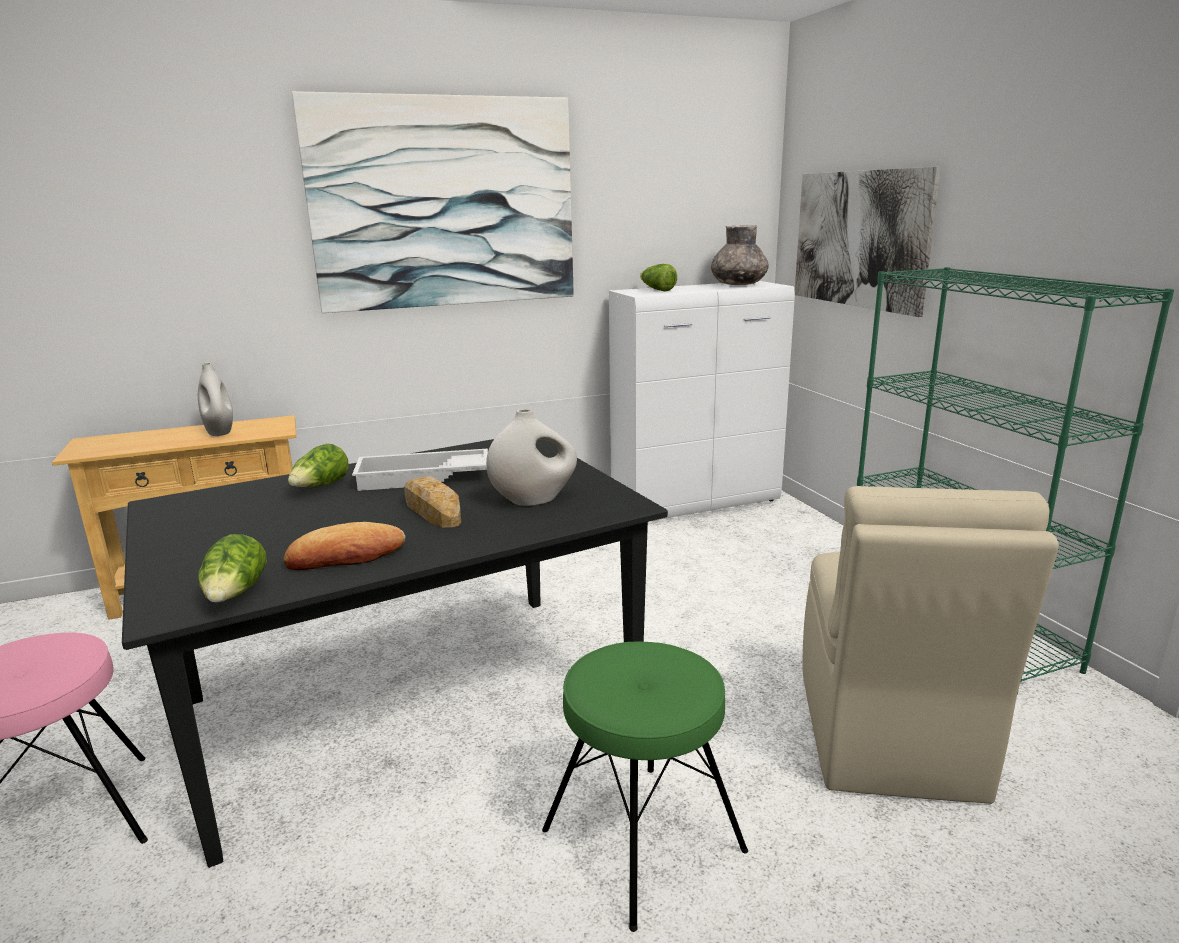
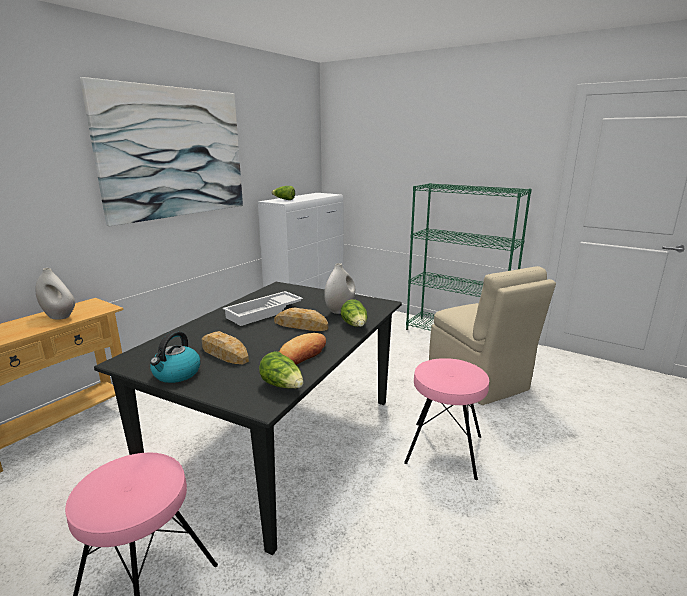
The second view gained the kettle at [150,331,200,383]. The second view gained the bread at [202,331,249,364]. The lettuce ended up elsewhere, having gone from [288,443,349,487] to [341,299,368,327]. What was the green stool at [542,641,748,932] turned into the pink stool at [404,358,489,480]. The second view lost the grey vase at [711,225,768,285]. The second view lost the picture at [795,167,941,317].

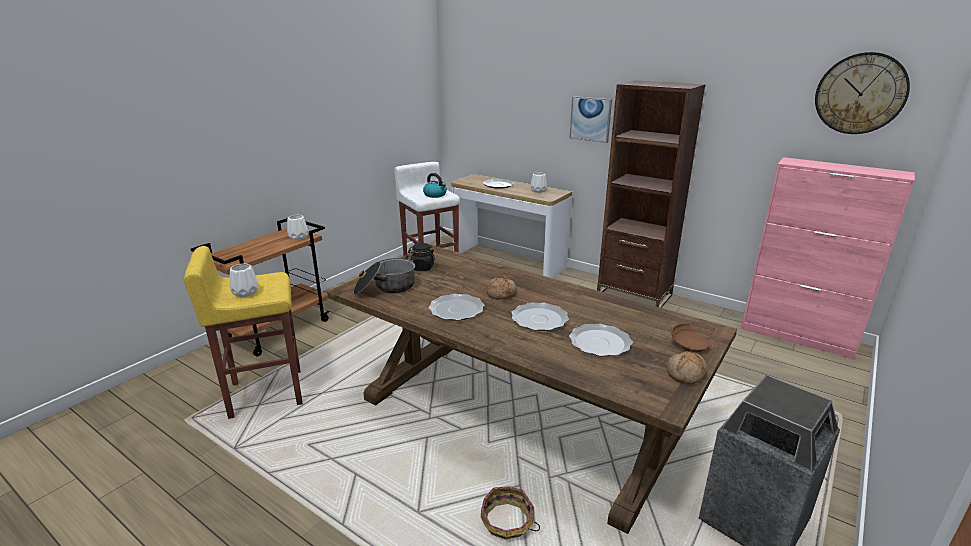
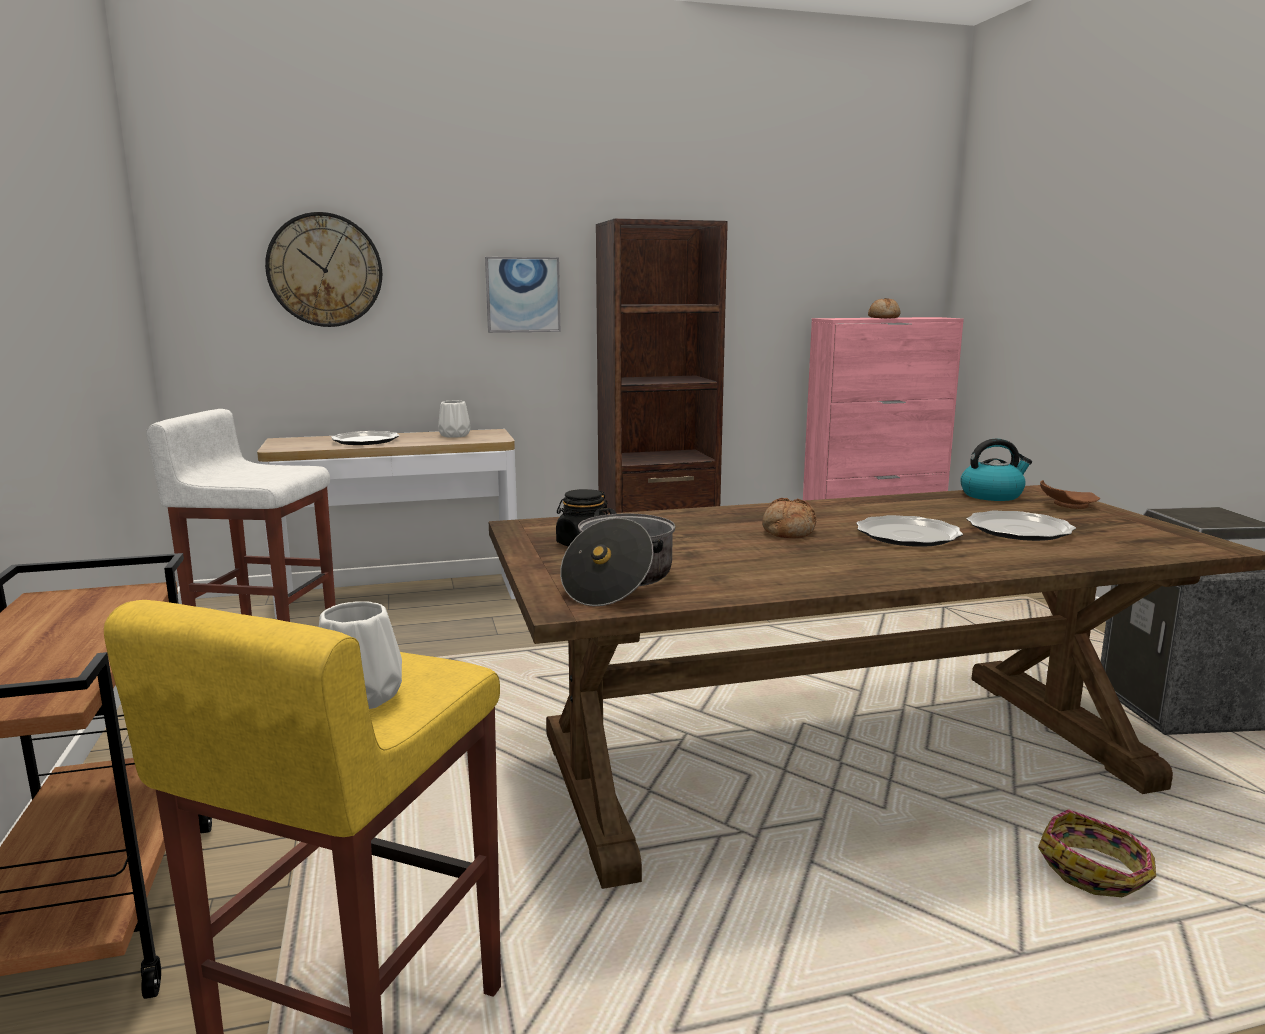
The wall clock ended up elsewhere, having gone from [815,52,910,134] to [265,212,382,327]. The bread ended up elsewhere, having gone from [667,351,708,384] to [868,298,901,318]. The kettle ended up elsewhere, having gone from [423,173,447,198] to [960,439,1032,501]. The second view lost the white vase at [287,215,309,240]. The second view lost the plate at [428,294,484,320].

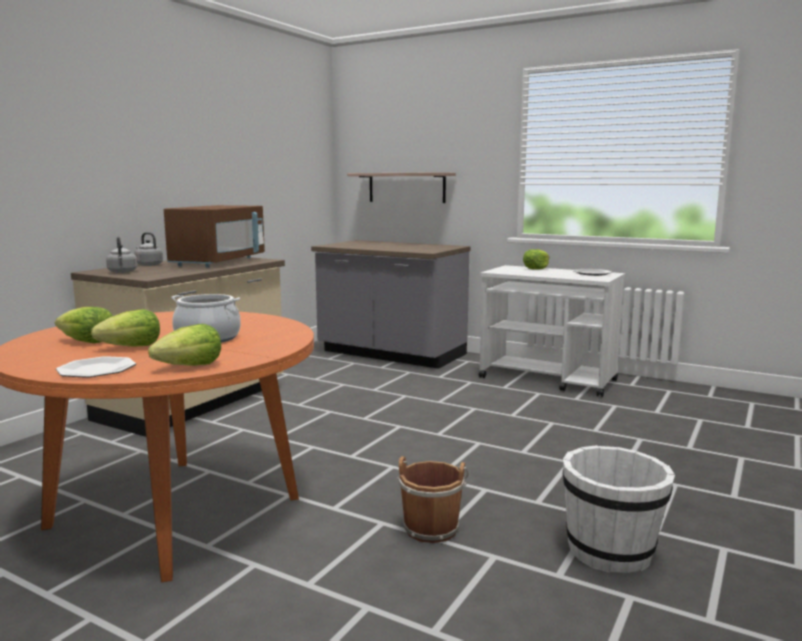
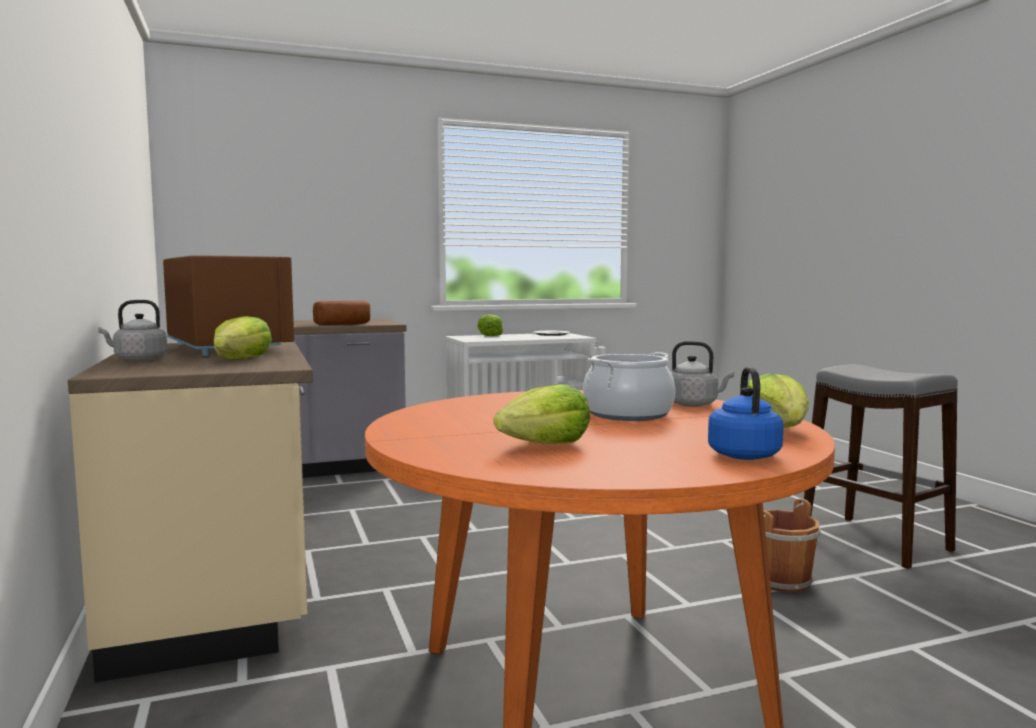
The lettuce ended up elsewhere, having gone from [91,309,160,347] to [214,316,272,359]. The second view gained the bread at [313,301,370,325]. The grey kettle ended up elsewhere, having gone from [106,236,137,273] to [671,341,734,407]. Where the plate stood at [56,356,136,378], the blue kettle came to stand at [708,367,784,460]. Where the white bucket stood at [563,445,675,573], the grey stool came to stand at [804,364,958,569]. The second view lost the shelf at [347,172,456,203].

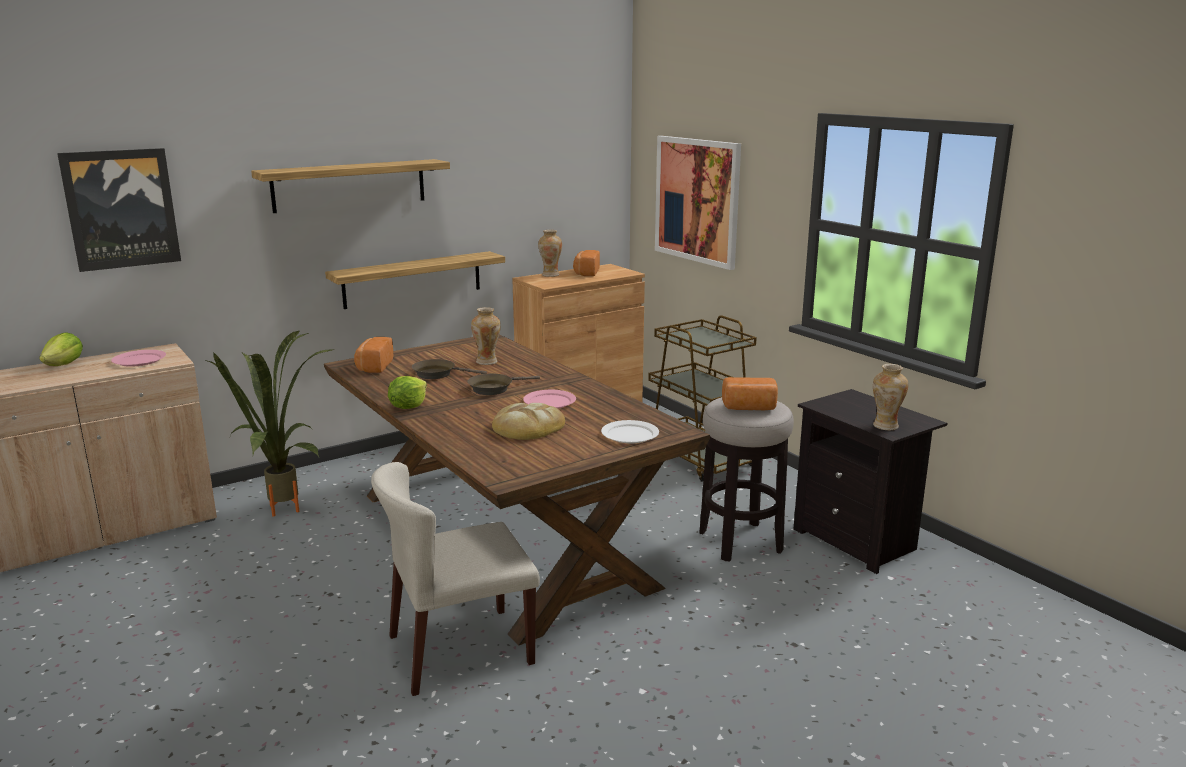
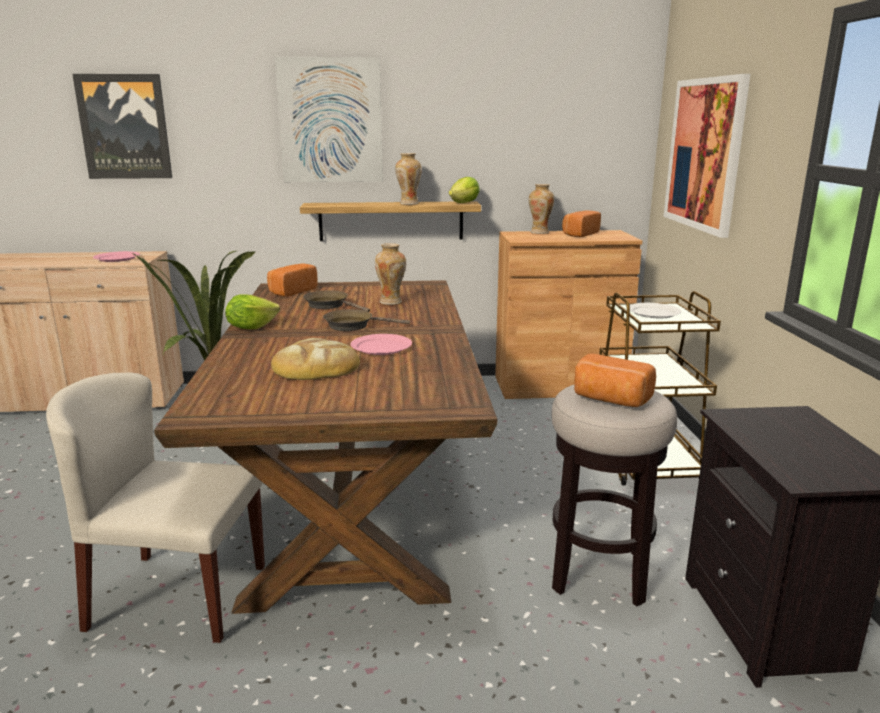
Where the shelf hung at [251,159,450,213], the picture came to hang at [275,57,383,182]. The vase ended up elsewhere, having gone from [873,364,908,430] to [395,153,422,205]. The lettuce ended up elsewhere, having gone from [39,332,83,366] to [449,177,480,203]. The white plate ended up elsewhere, having gone from [601,420,659,443] to [630,303,681,318].

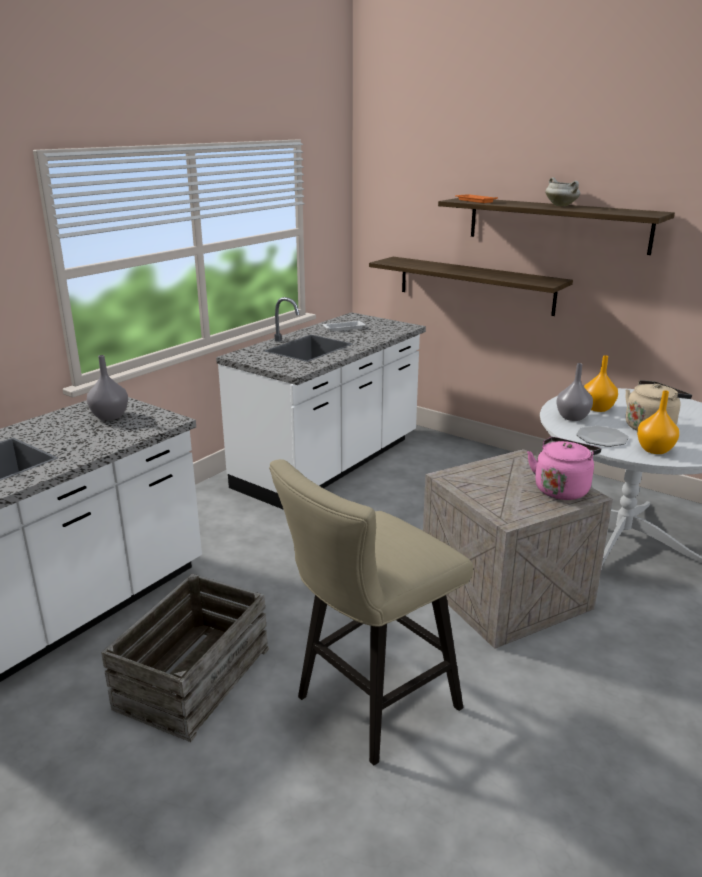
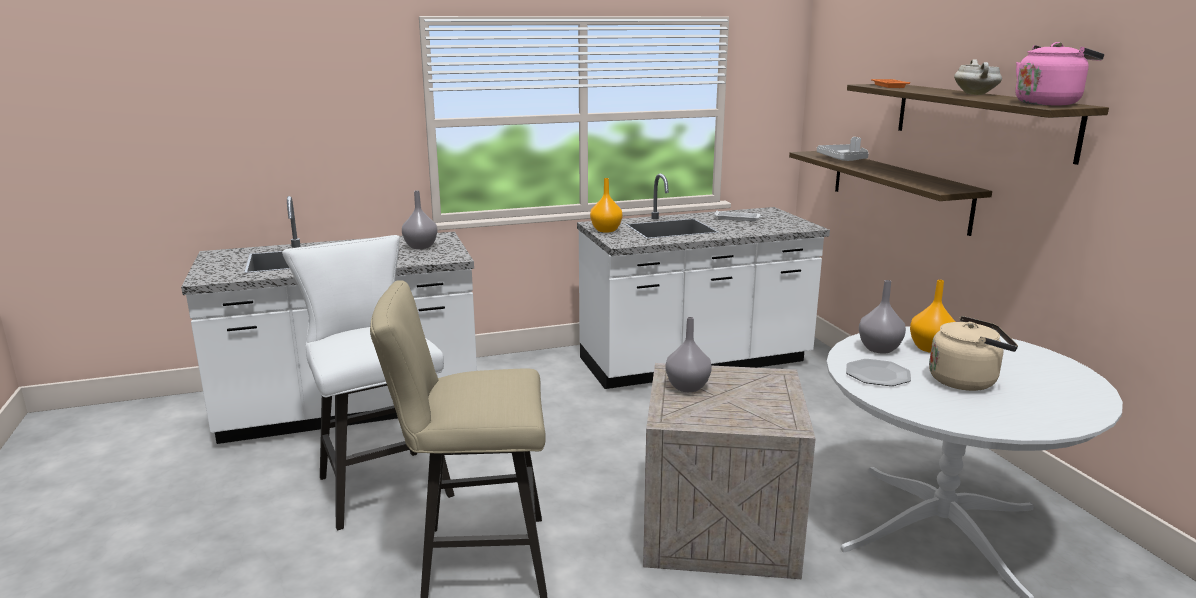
Where the crate stood at [101,574,269,742], the white stool came to stand at [282,235,454,530]. The orange vase ended up elsewhere, having gone from [637,390,679,454] to [590,178,623,233]. The second view gained the grey vase at [665,317,712,392]. The second view gained the grey tray at [817,137,869,161]. The pink kettle ended up elsewhere, having gone from [527,437,601,500] to [1016,42,1104,106].

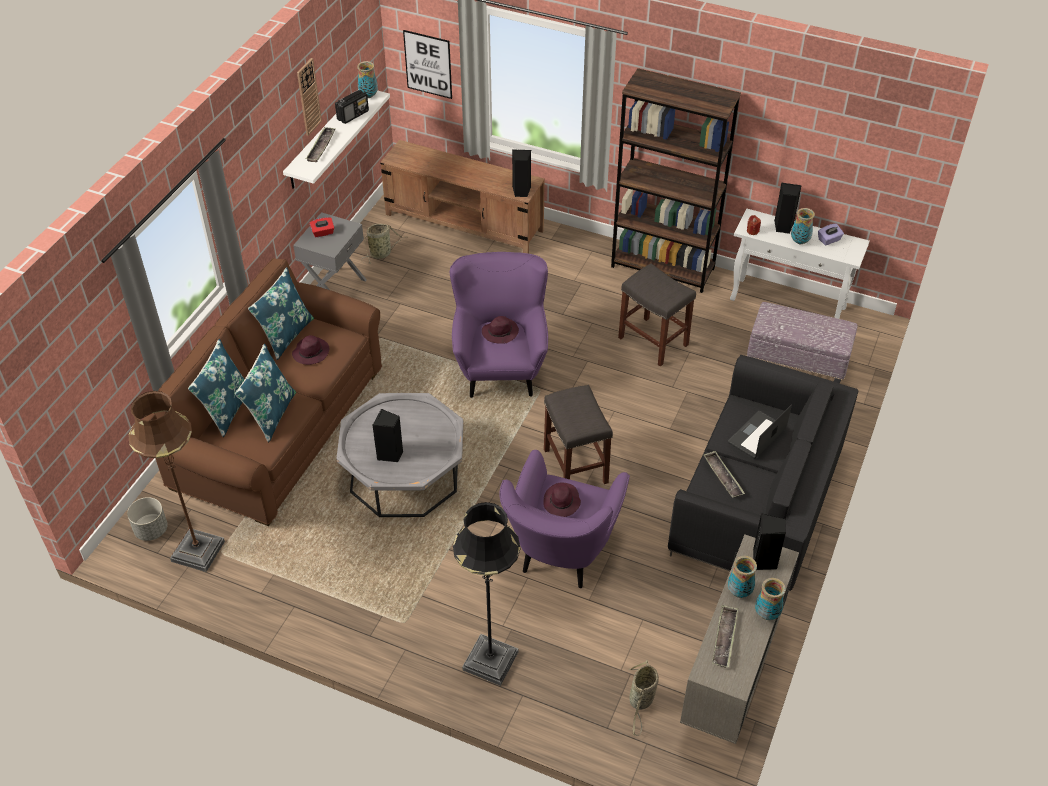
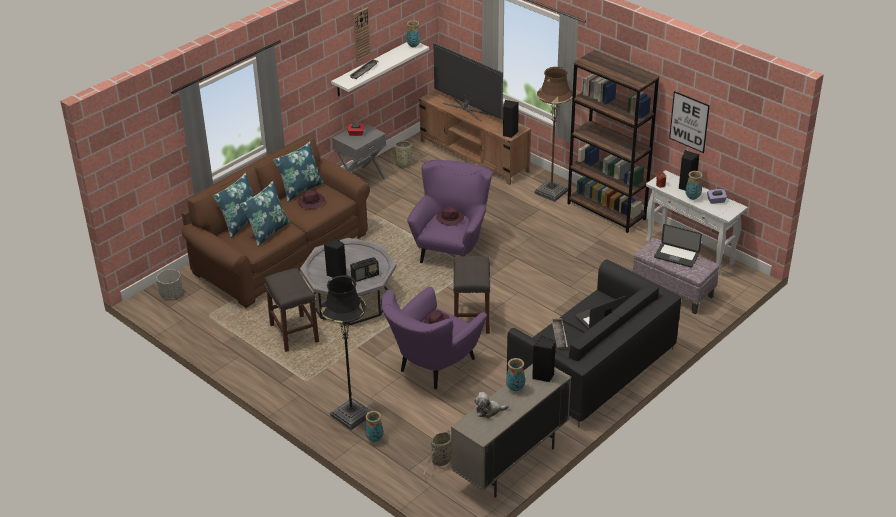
The grey stool ended up elsewhere, having gone from [618,263,696,367] to [264,268,319,352]. The radio ended up elsewhere, having gone from [335,90,369,124] to [350,257,379,282]. The vase ended up elsewhere, having gone from [755,578,786,620] to [365,411,383,442]. The second view gained the television at [433,43,503,121]. Where the tray stood at [712,605,738,668], the plush toy came to stand at [474,392,509,418]. The brown floor lamp ended up elsewhere, having gone from [128,391,225,572] to [534,67,573,202]. The second view gained the laptop at [654,224,702,267]. The picture ended up elsewhere, having gone from [403,30,452,99] to [669,91,710,153].

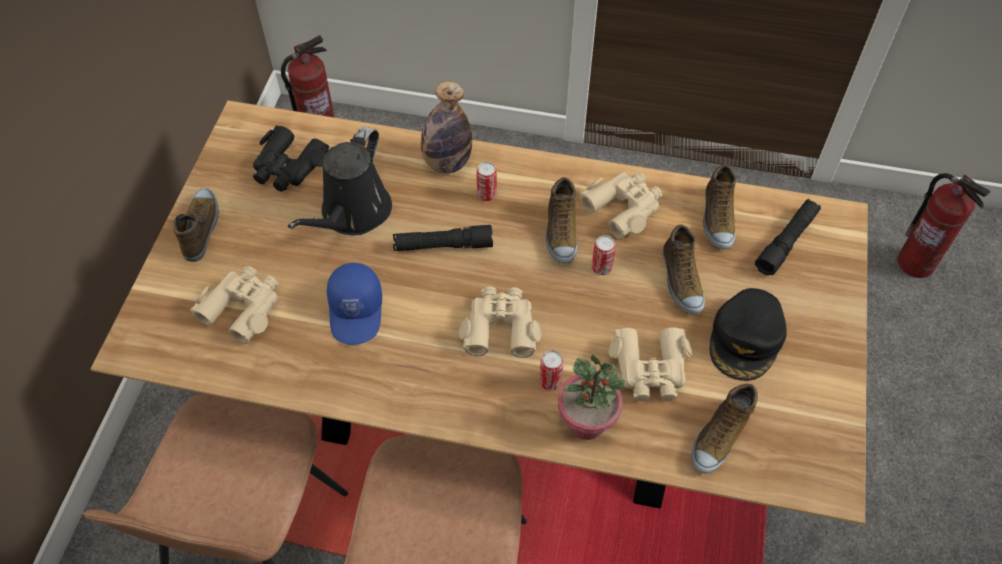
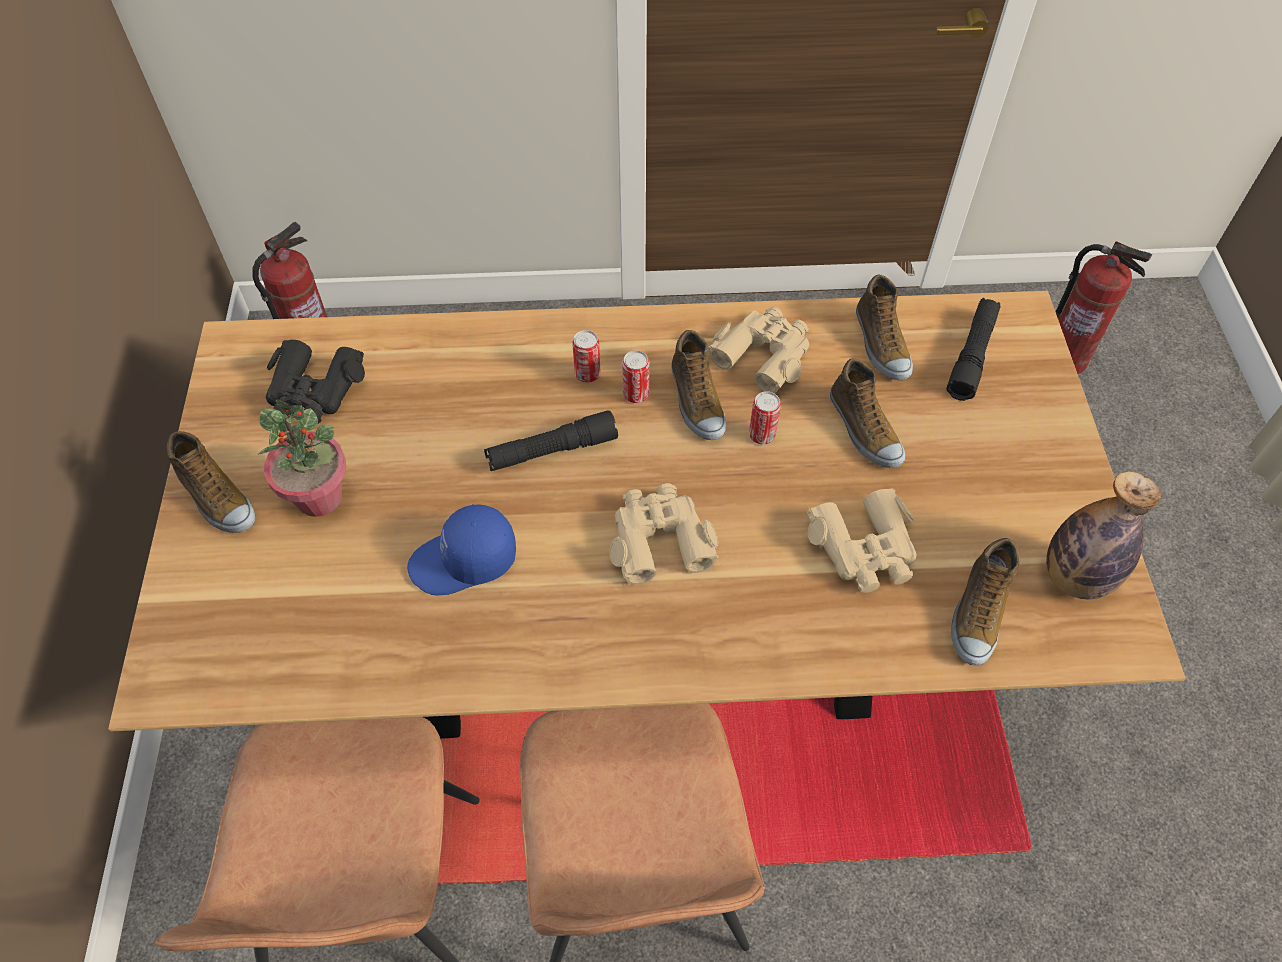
The shoe at [173,188,219,262] ended up facing another way, 150 degrees clockwise from before. The potted plant ended up elsewhere, having gone from [558,355,625,440] to [258,399,346,517]. The blue cap at [327,263,382,345] ended up facing another way, 90 degrees clockwise from before. The can ended up elsewhere, having gone from [539,350,564,391] to [622,350,649,403]. The bottle ended up elsewhere, having gone from [421,81,472,174] to [1046,471,1161,600]. The second view lost the beige binoculars at [190,266,278,344]. The second view lost the black watering can at [288,126,392,235]. The second view lost the black cap at [710,288,787,381].

